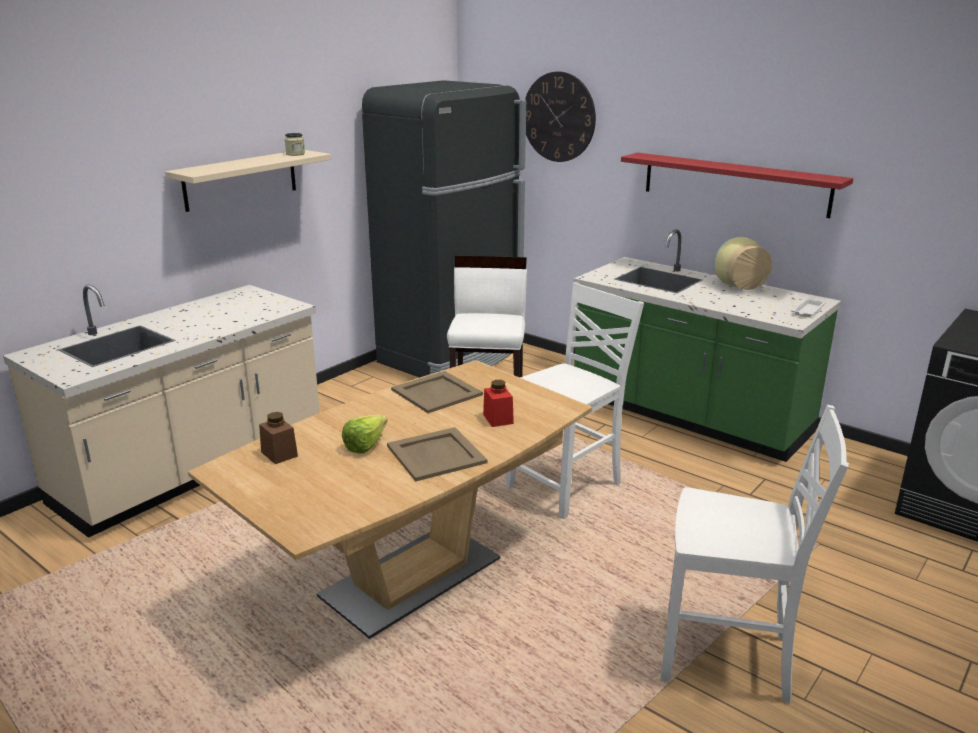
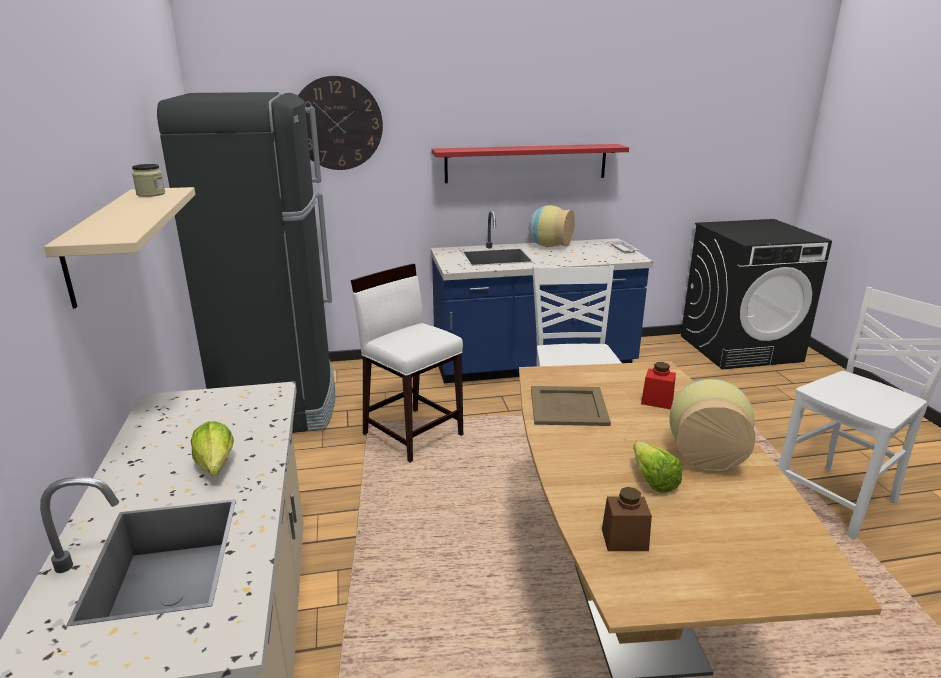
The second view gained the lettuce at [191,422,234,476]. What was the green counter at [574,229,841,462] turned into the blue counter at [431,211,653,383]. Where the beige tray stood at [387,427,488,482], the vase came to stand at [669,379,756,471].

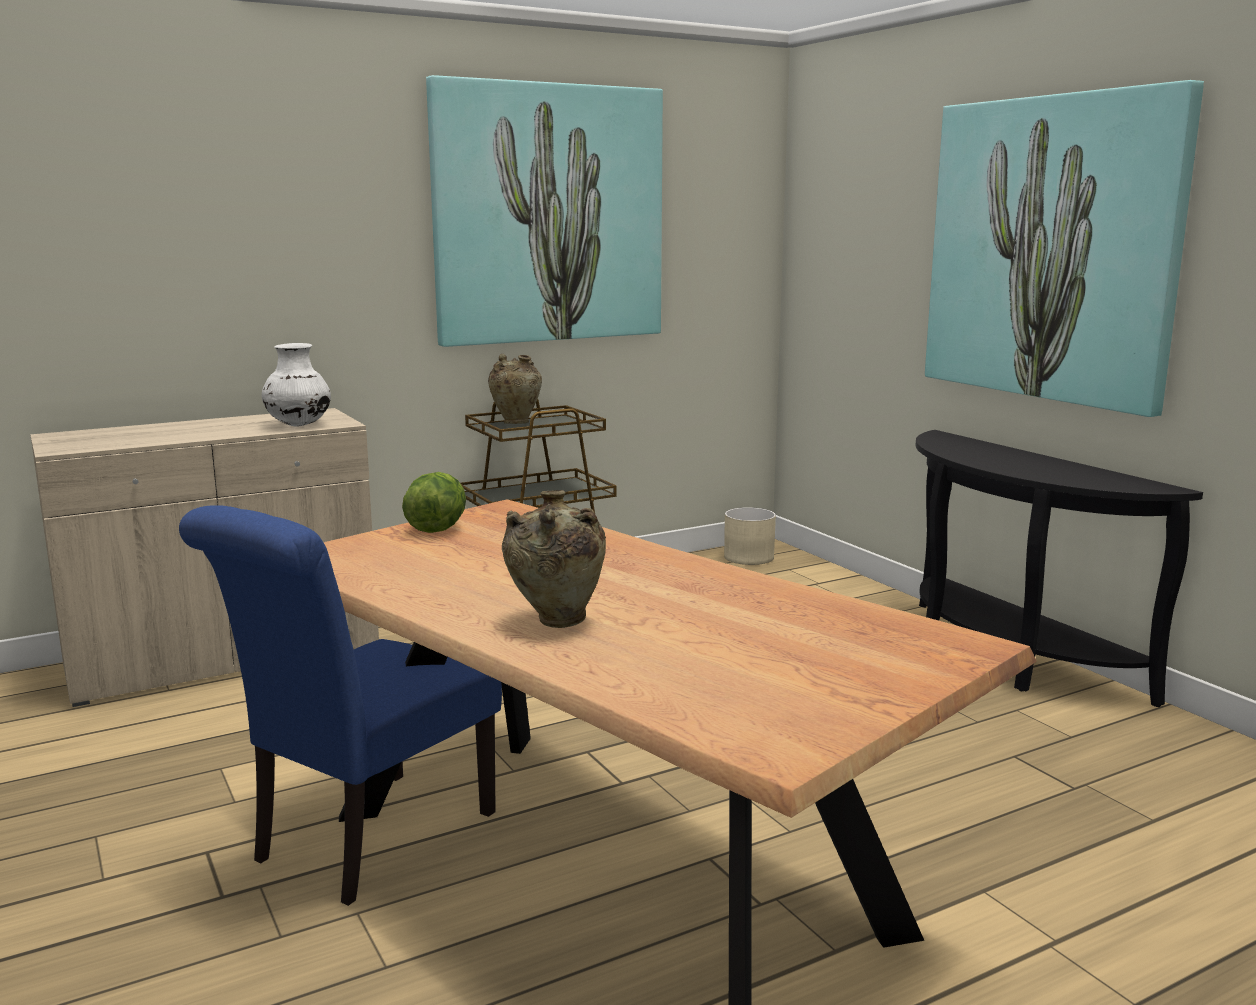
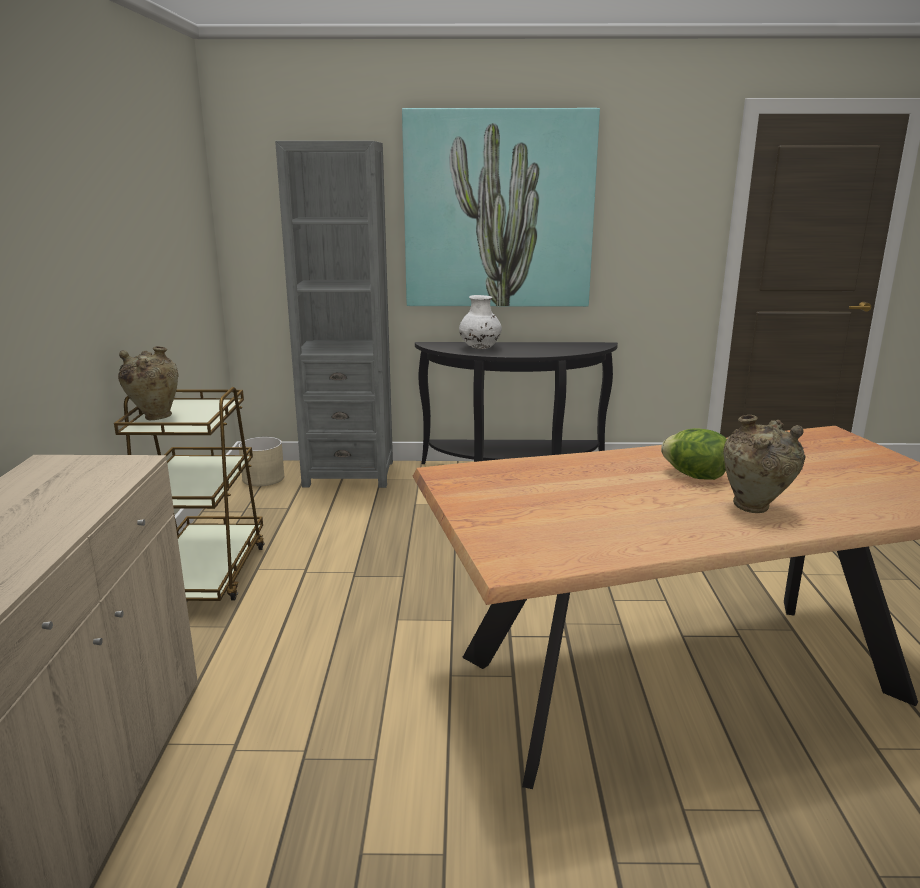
The second view gained the grey bookcase at [275,141,393,488]. The white vase ended up elsewhere, having gone from [262,343,331,426] to [459,295,502,349]. The lettuce ended up elsewhere, having gone from [402,472,466,533] to [661,428,727,480]. The second view lost the blue chair at [179,505,502,906]. The second view lost the picture at [426,75,663,347].

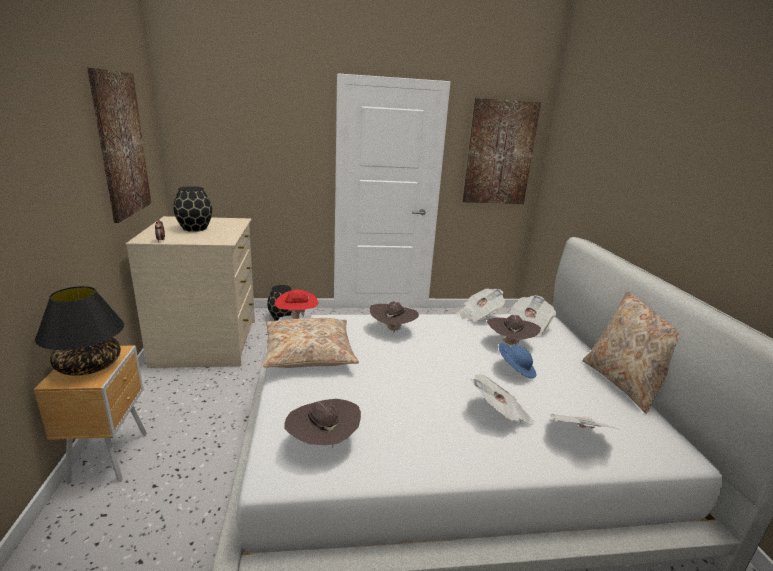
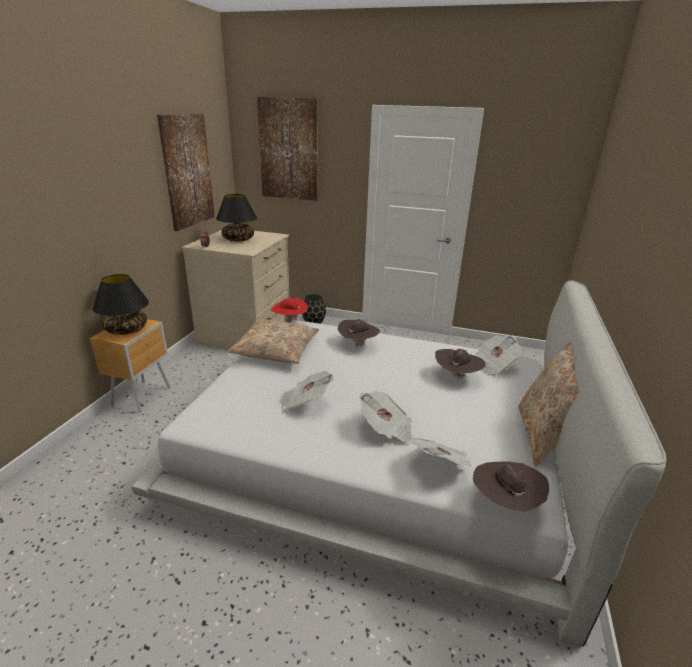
Where the black vase stood at [173,186,212,232], the black table lamp came to stand at [216,194,257,241]. The picture ended up elsewhere, having gone from [462,98,541,204] to [257,97,318,201]. The newspaper ended up elsewhere, having gone from [457,289,505,322] to [280,371,333,410]. The brown hat ended up elsewhere, having gone from [284,399,361,448] to [473,461,549,512]. The second view lost the blue hat at [499,343,537,378].

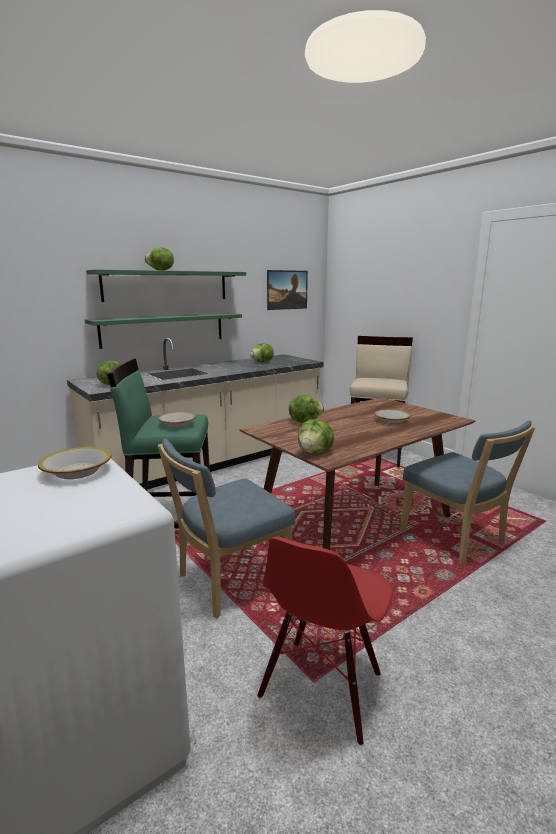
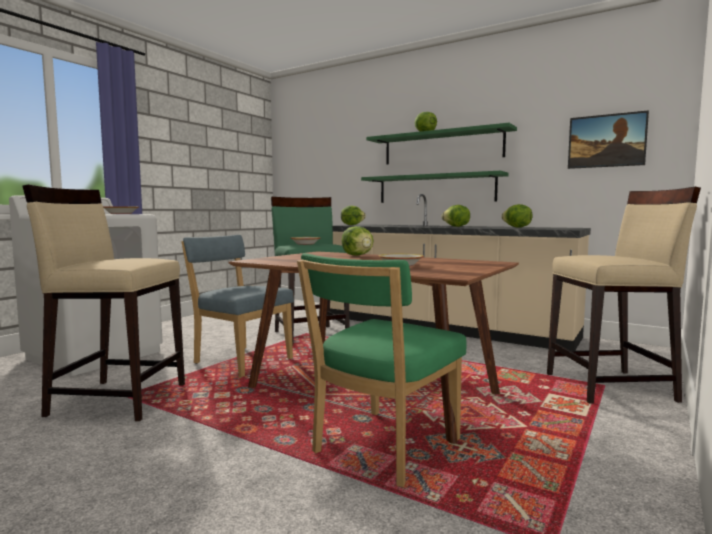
Where the red chair stood at [257,537,393,746], the beige stool came to stand at [22,184,185,421]. What was the blue chair at [400,421,536,565] turned into the green chair at [297,253,466,487]. The lettuce ended up elsewhere, having gone from [298,419,334,454] to [441,205,470,227].

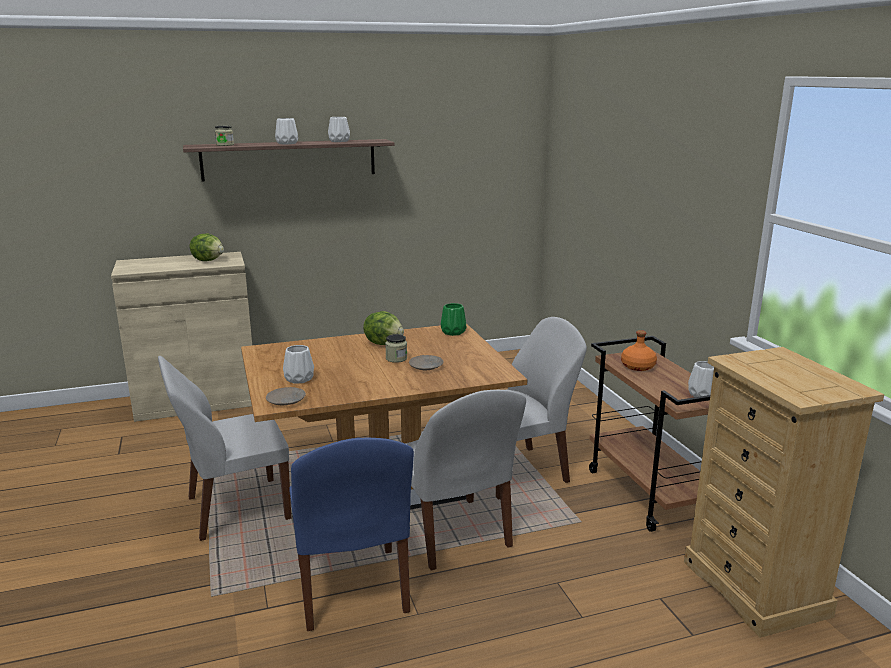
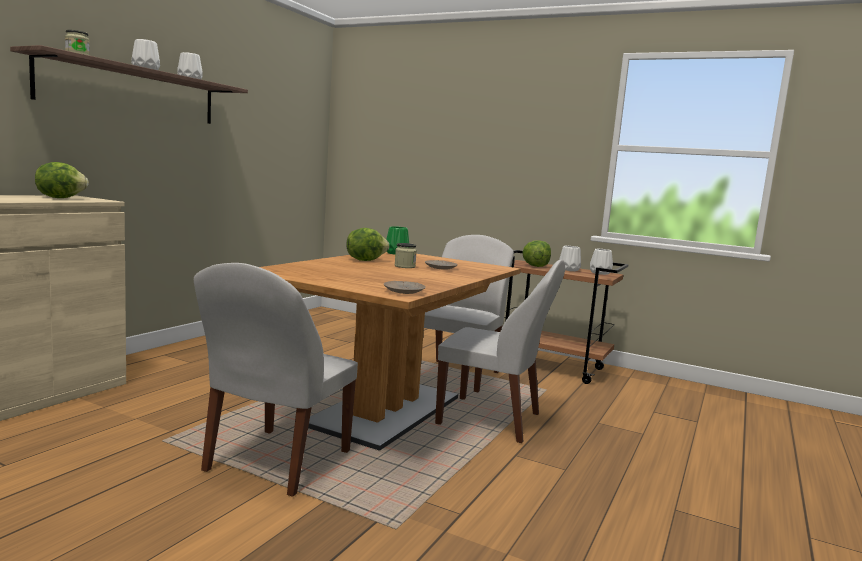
Where the orange bottle stood at [621,330,657,371], the lettuce came to stand at [522,240,551,267]. The white vase ended up elsewhere, having gone from [283,345,314,384] to [559,246,581,271]. The second view lost the blue chair at [289,438,414,631]. The second view lost the beige dresser at [684,347,884,638].

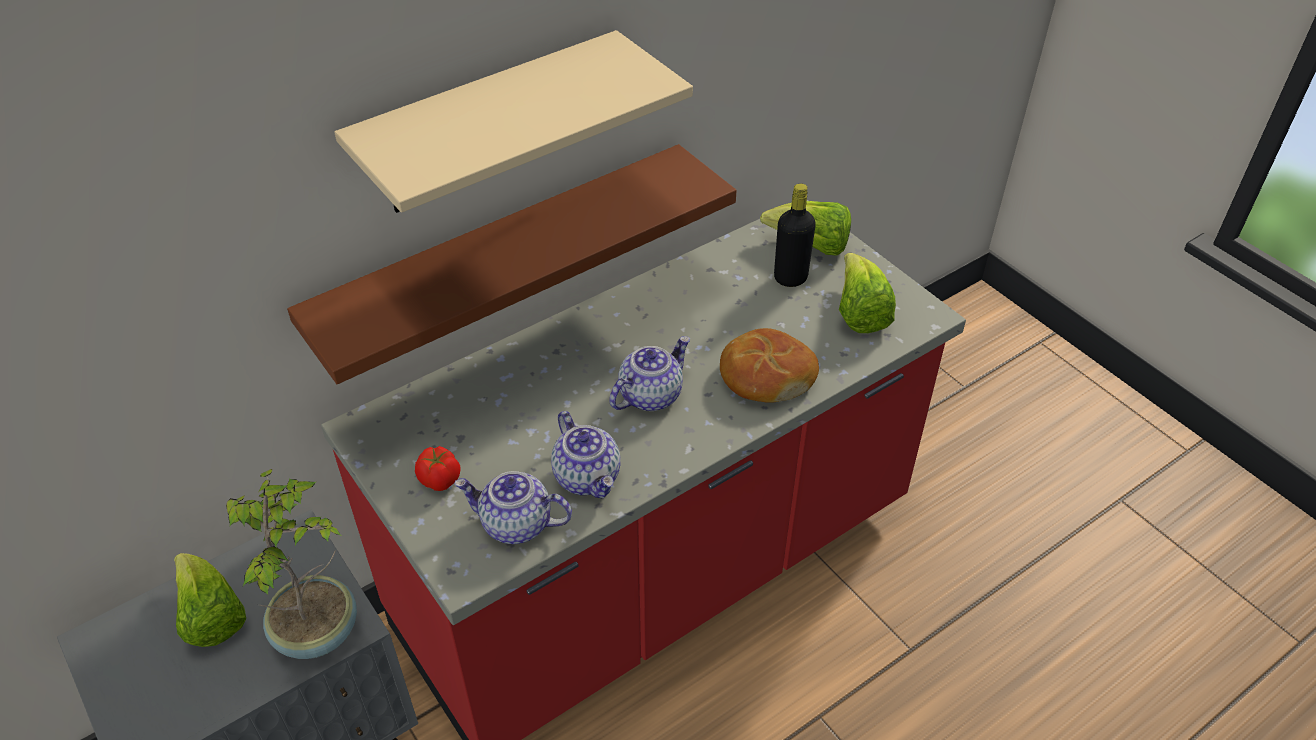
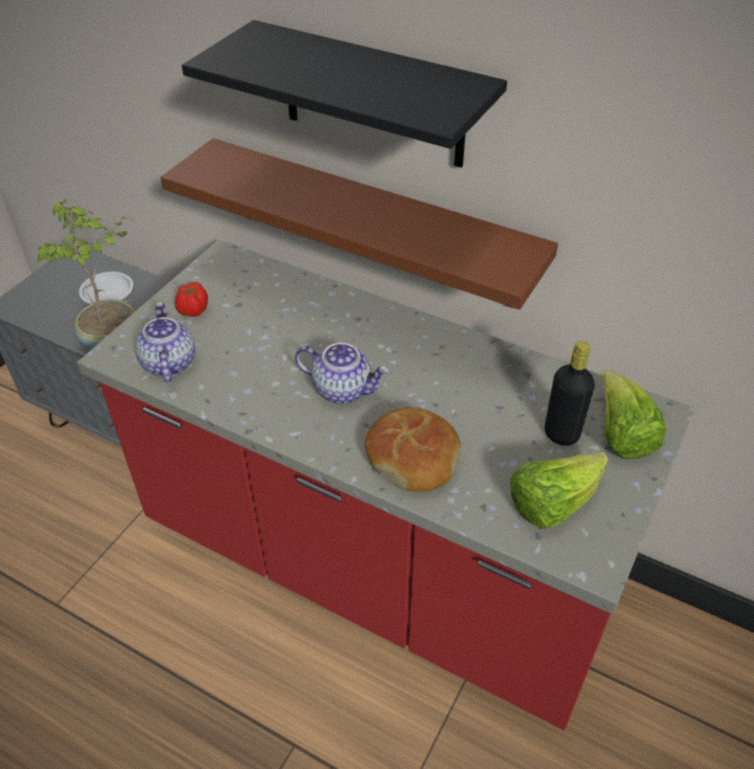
Where the lettuce stood at [174,553,246,647], the white plate came to stand at [79,272,133,304]. What was the beige shelf at [334,30,693,213] turned into the black shelf at [182,20,507,168]. The second view lost the teapot at [551,411,621,498].

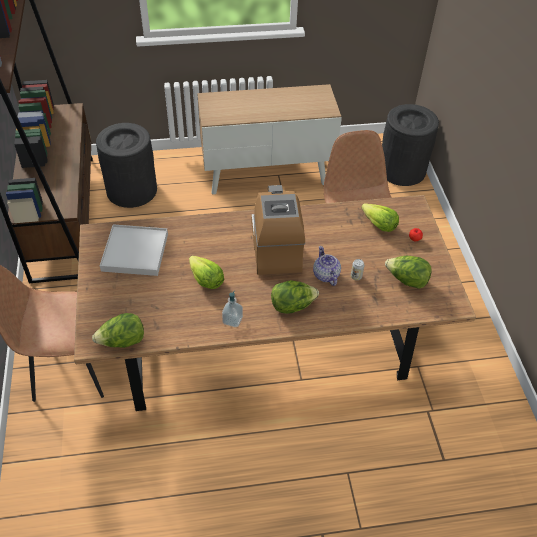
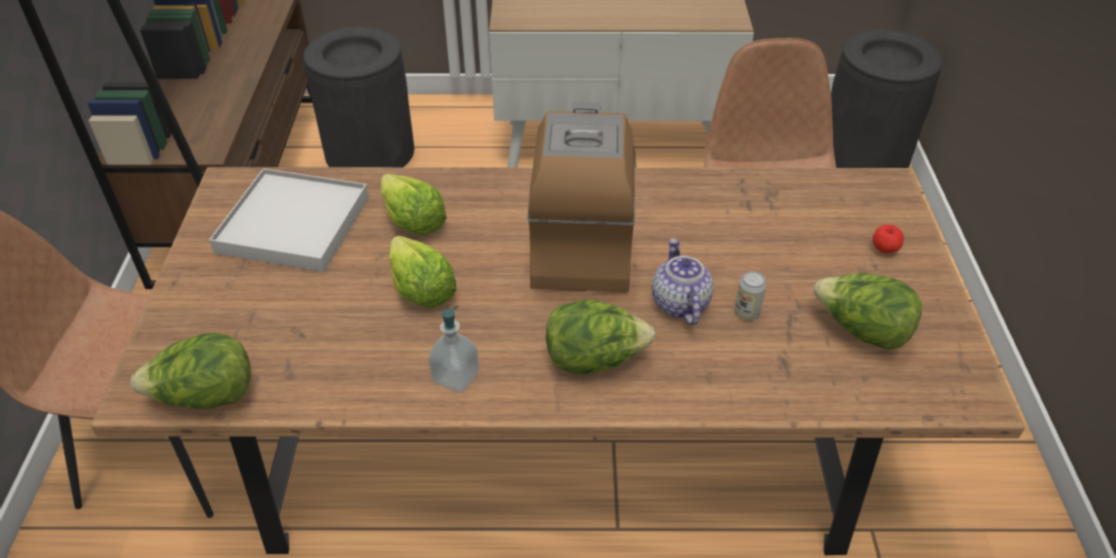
The lettuce ended up elsewhere, having gone from [361,203,399,232] to [380,173,447,235].

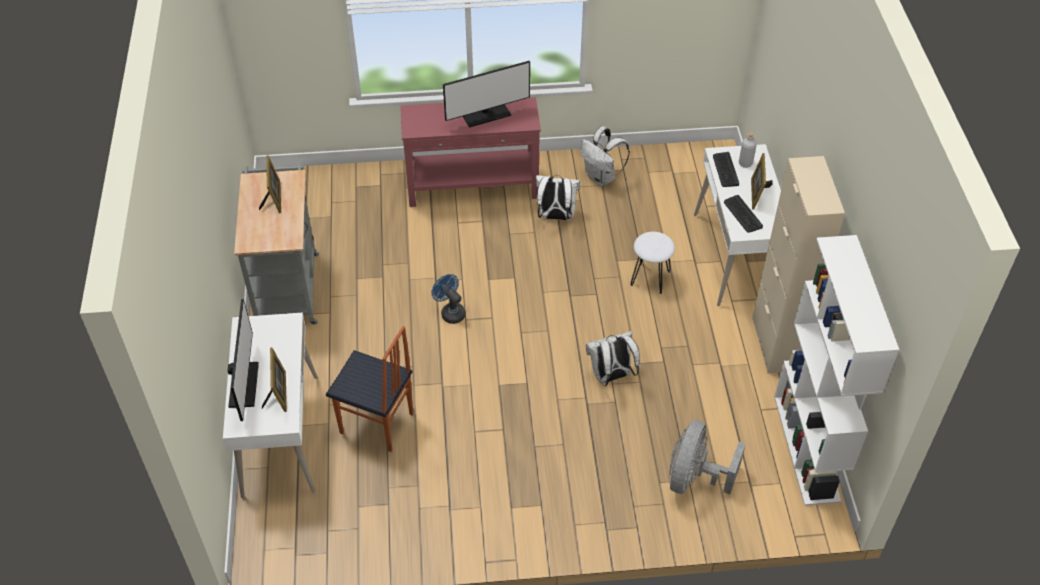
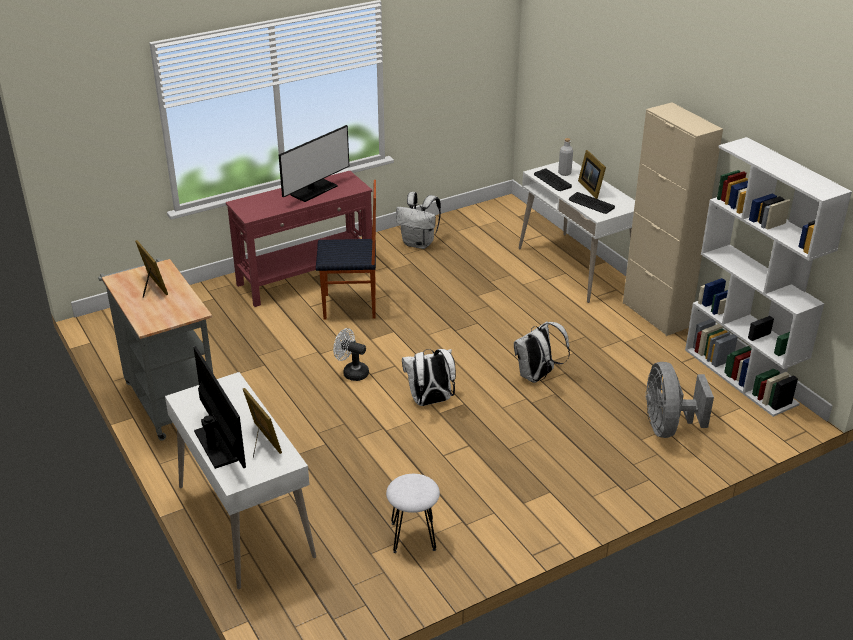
The chair ended up elsewhere, having gone from [326,326,413,452] to [316,180,376,320]. What was the blue fan at [432,274,466,324] turned into the white fan at [333,328,369,381]. The white stool ended up elsewhere, having gone from [630,232,675,294] to [386,474,440,553]. The white backpack ended up elsewhere, having gone from [536,175,580,220] to [402,349,456,406].

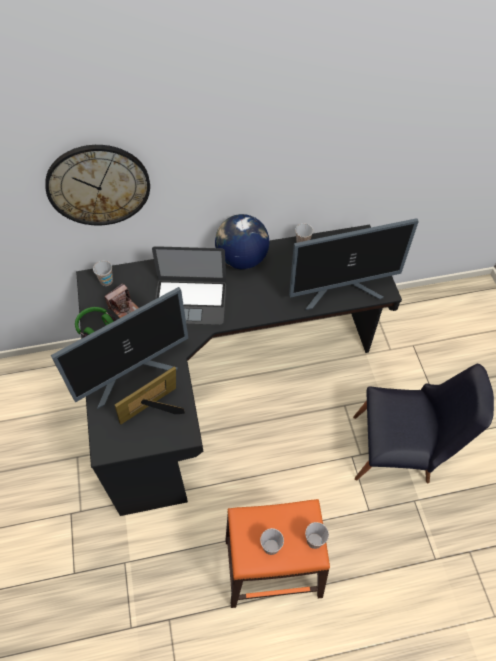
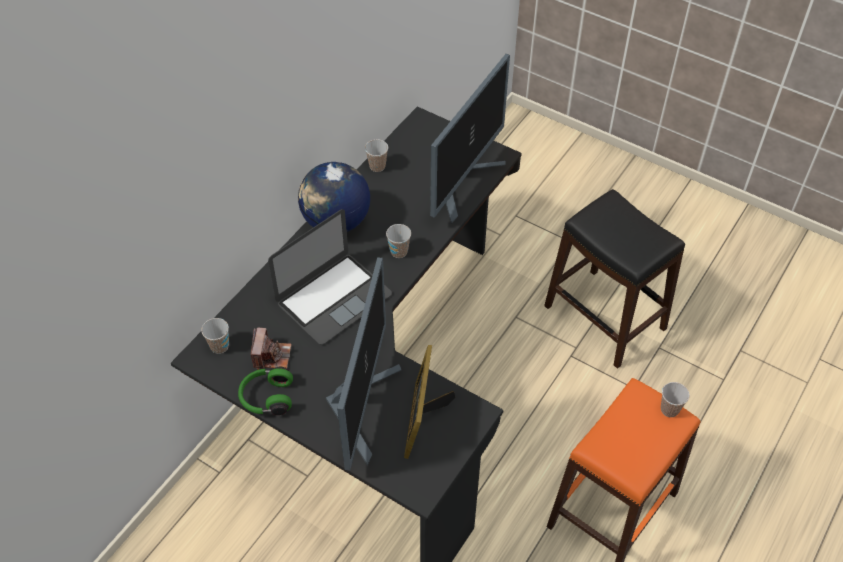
The cup ended up elsewhere, having gone from [260,528,284,555] to [386,224,411,258]. Where the black chair stood at [353,364,494,483], the black stool came to stand at [544,189,685,369]. The second view lost the wall clock at [45,145,150,225].

